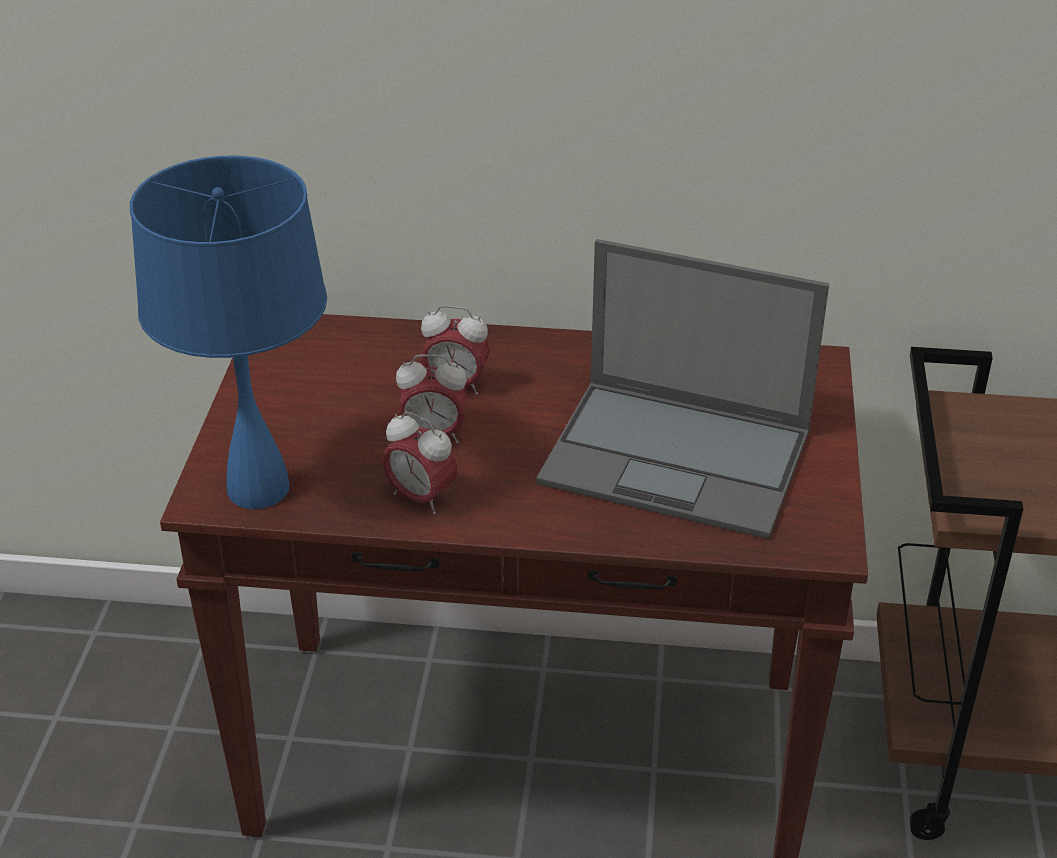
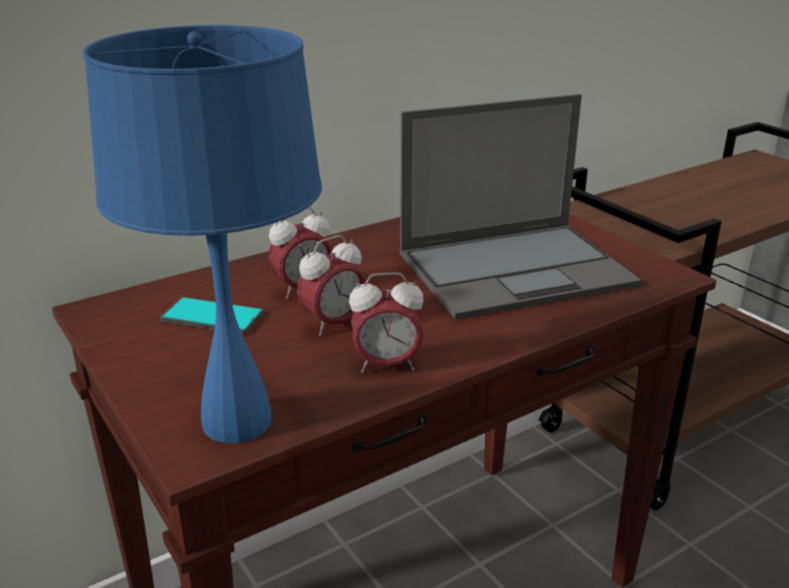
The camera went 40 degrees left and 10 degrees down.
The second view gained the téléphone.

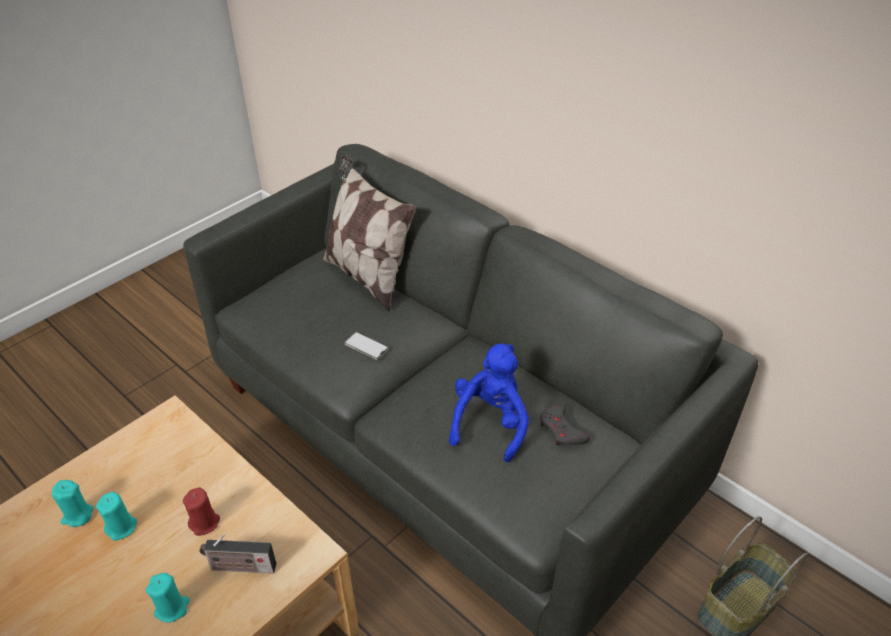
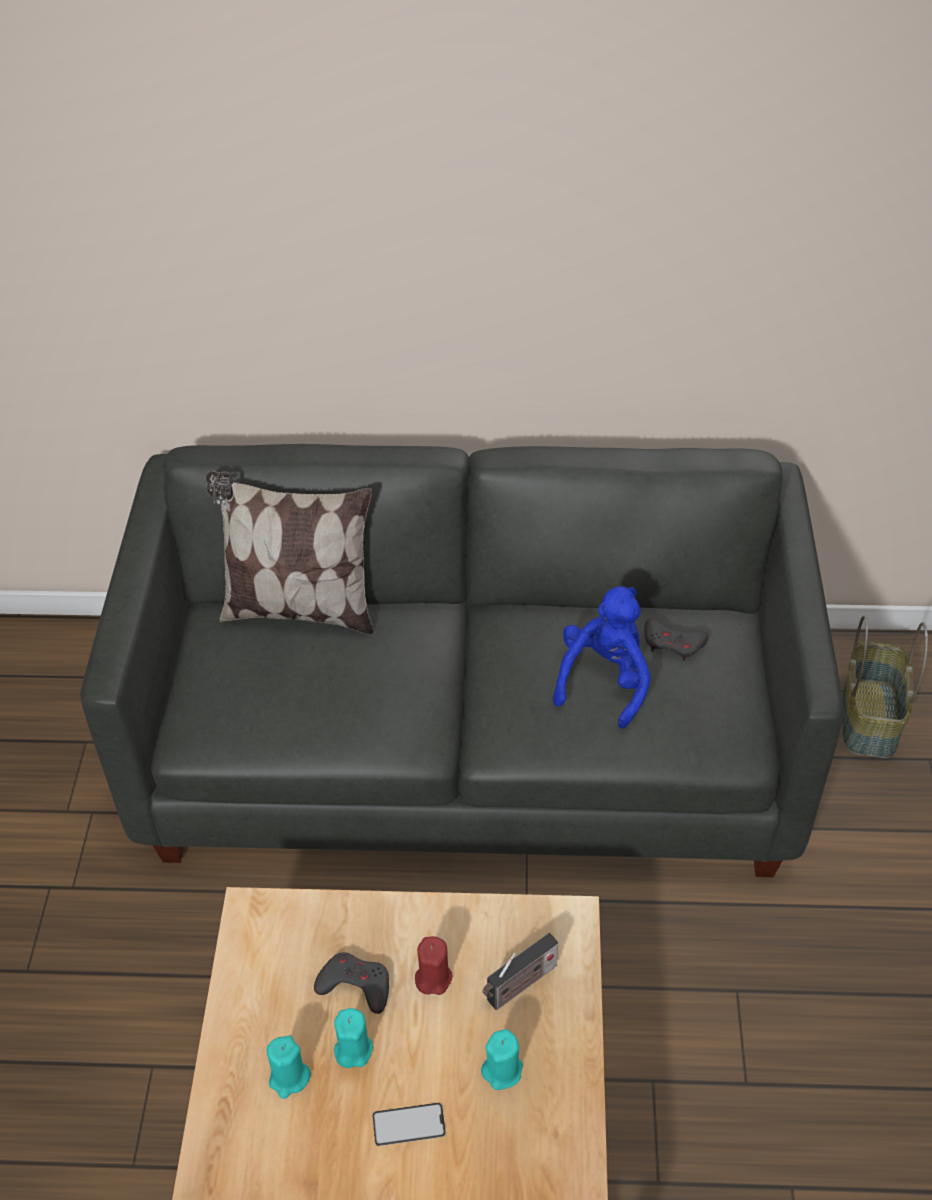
The camera went 40 degrees left and 5 degrees up.
The téléphone ended up elsewhere.
The peluche (bleu) ended up facing another way, 45 degrees clockwise from before.
The second view gained the manette (gris) (1st from left).

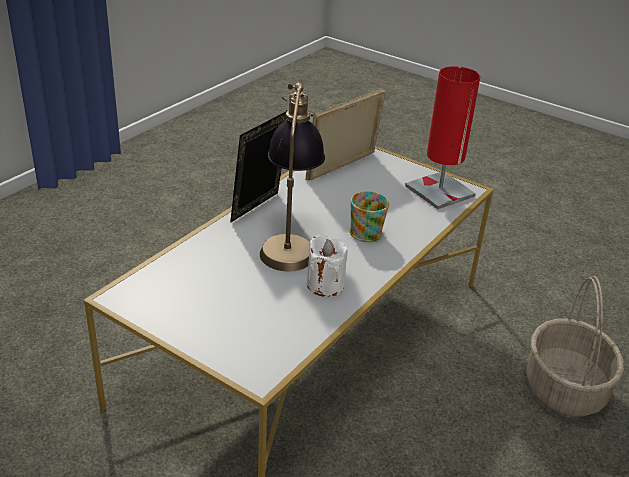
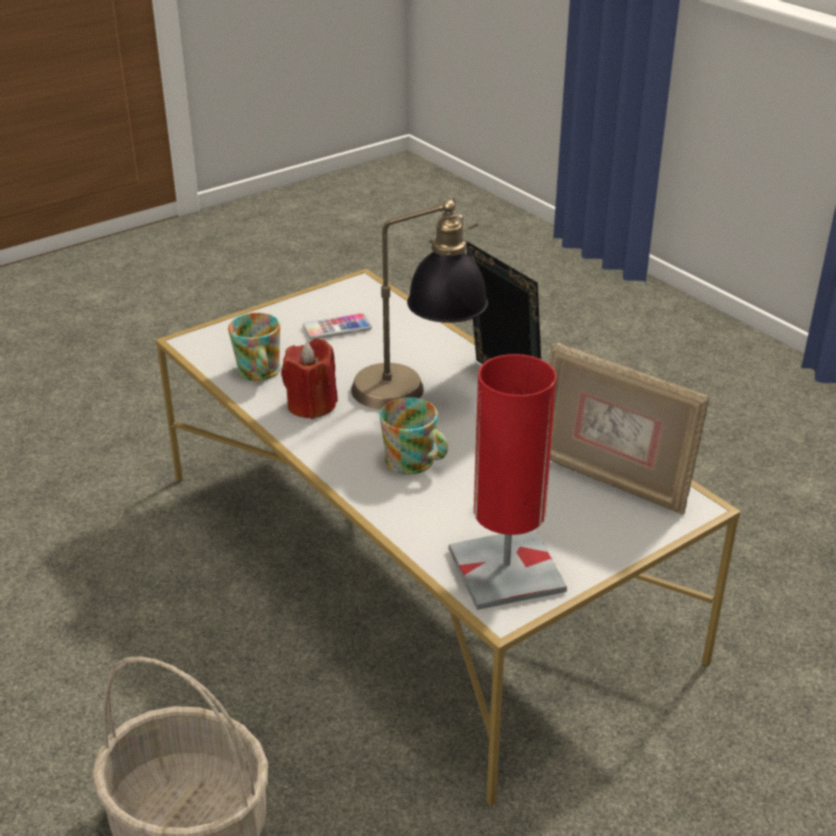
The camera went 110 degrees right and 0 degrees up.
The cadre photo (2nd from left) ended up facing another way, 150 degrees clockwise from before.
What was the bougie (blanc) turned into the bougie (rouge).
The second view gained the mug (1st from left).
The second view gained the téléphone.

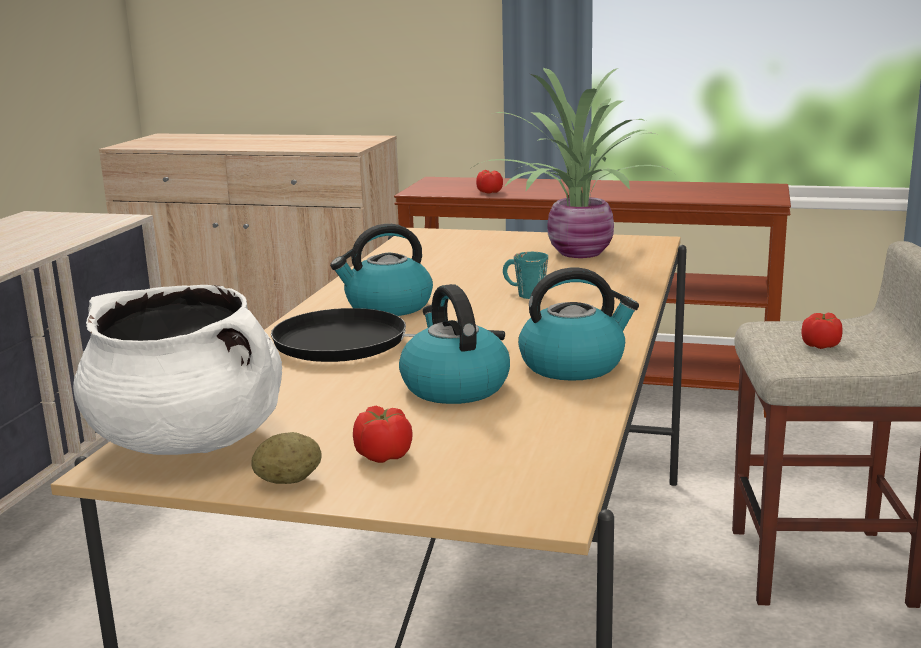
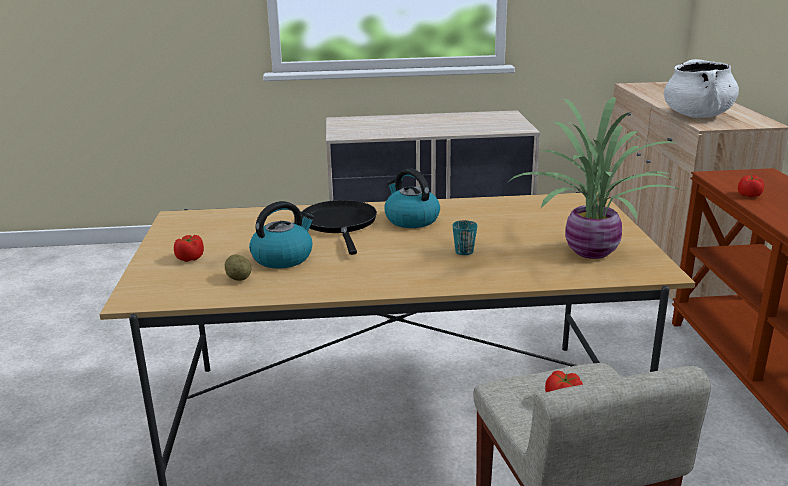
The camera went 70 degrees right and 5 degrees up.
The marmite (blanc) ended up elsewhere.
The pomme de terre ended up elsewhere.
The second view lost the bouilloire (3rd from left).

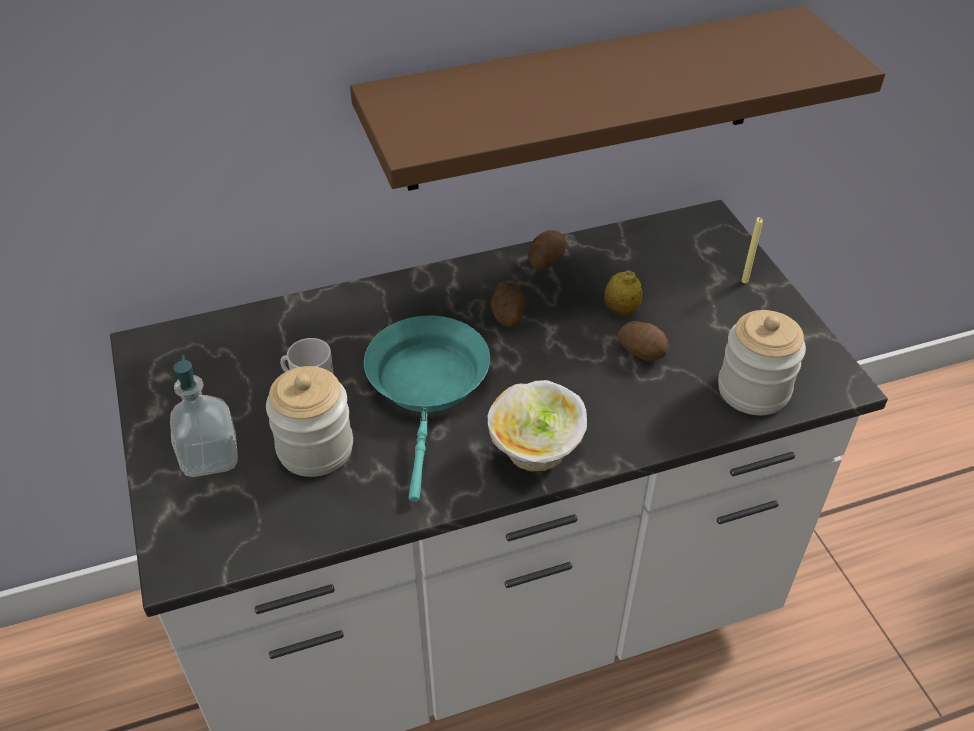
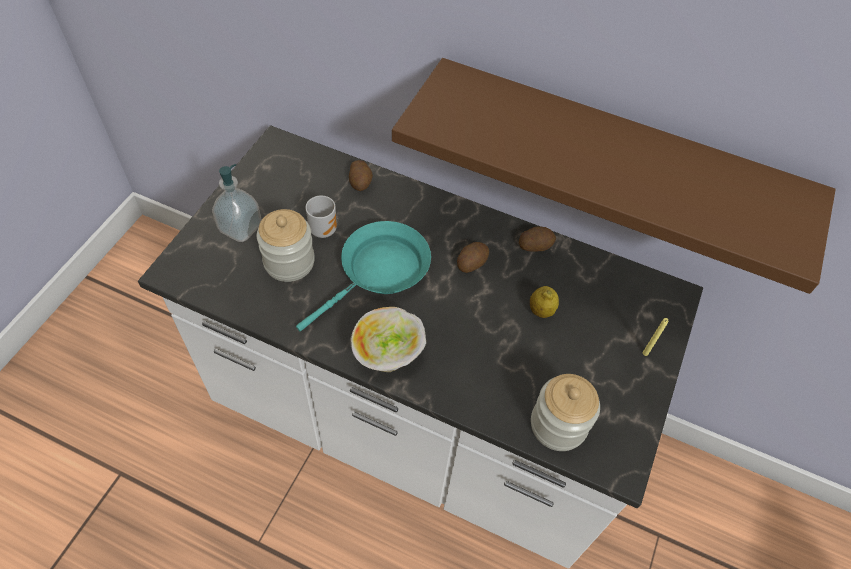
The camera went 40 degrees right and 10 degrees up.
The pomme de terre (3rd from left in the first image) ended up elsewhere.

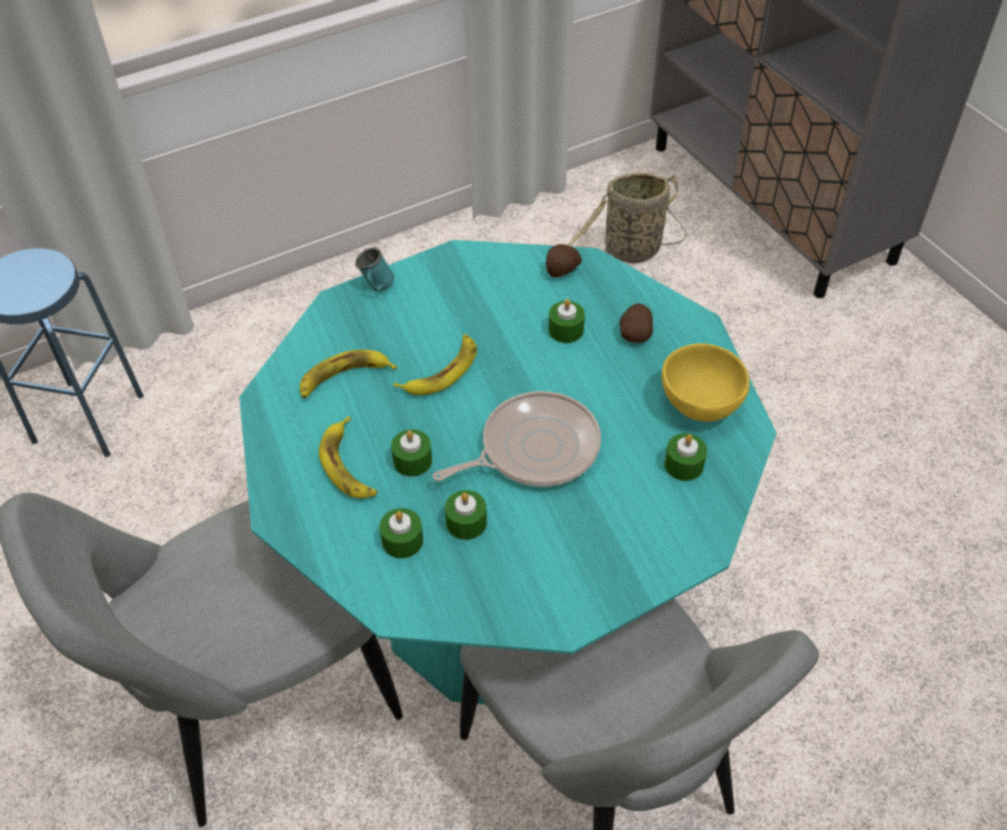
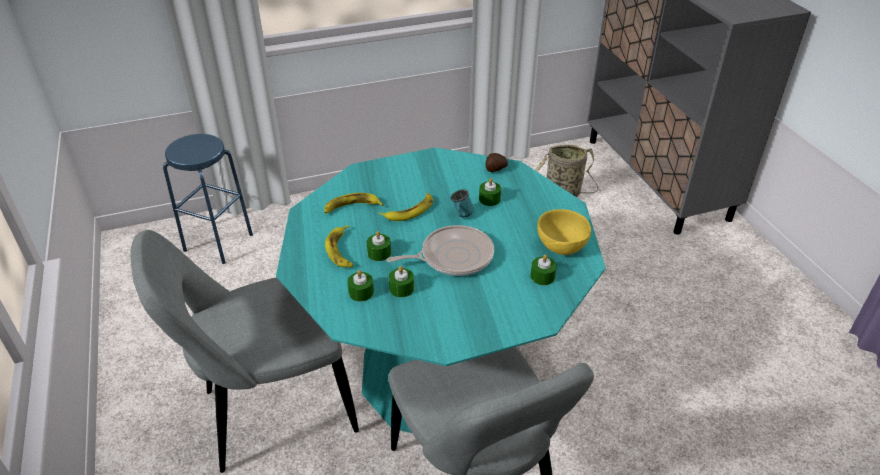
The camera went 10 degrees right and 10 degrees down.
The mug (turquoise) ended up elsewhere.
The second view lost the pomme de terre (2nd from left).

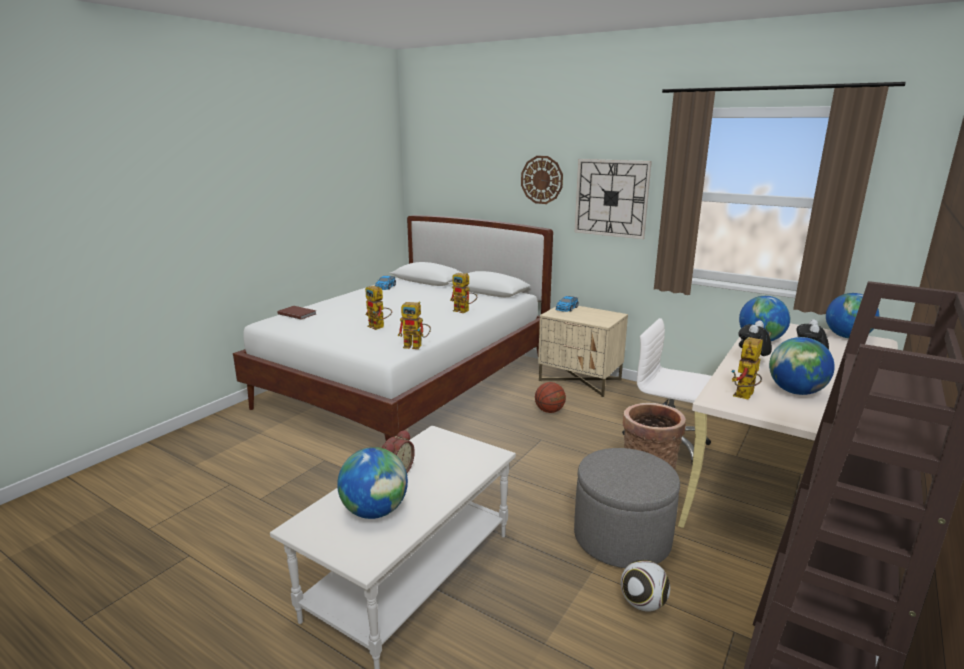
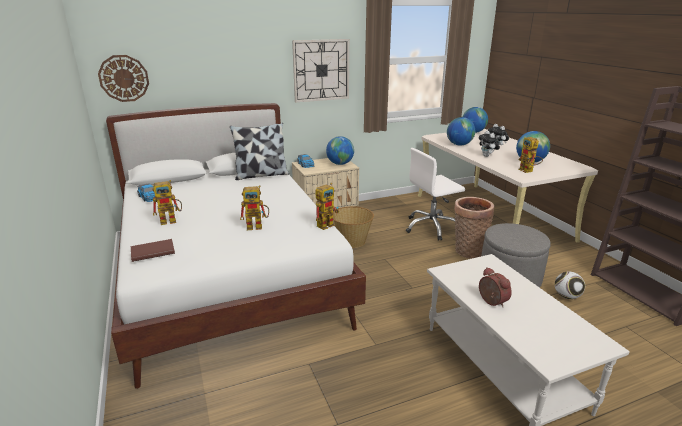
The camera went 55 degrees left and 5 degrees up.
The globe (1st from left) ended up elsewhere.
The robot jouet (3rd from left in the first image) ended up elsewhere.
The horloge murale (1st from left) ended up elsewhere.
Where the ballon de basket stood, the panier (1st from left) came to stand.
The second view gained the coussin.

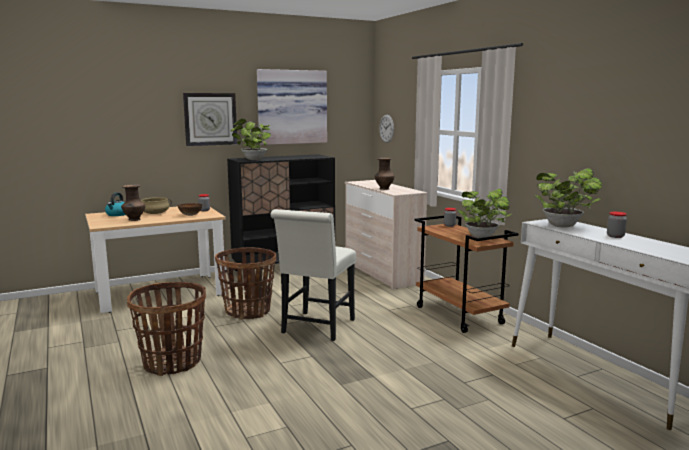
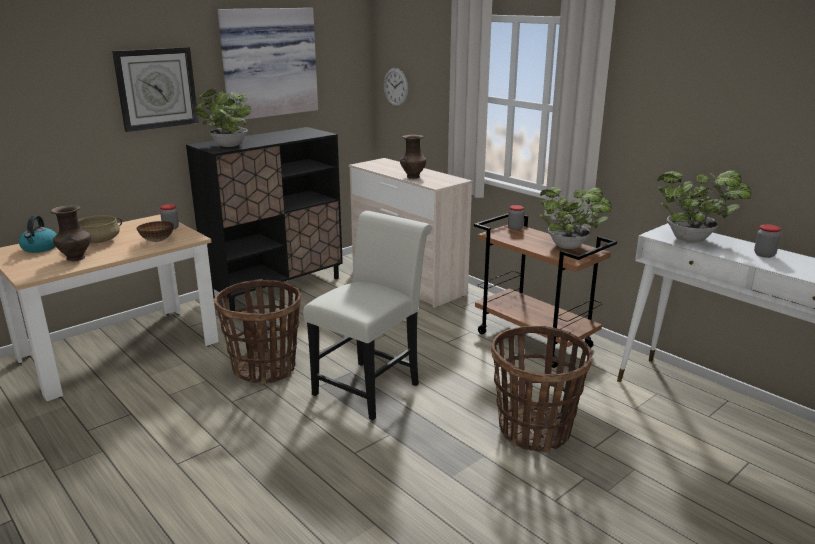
The camera went 15 degrees left and 10 degrees up.
The panier (1st from left in the first image) ended up elsewhere.
The chaise (blanc) ended up facing another way, 150 degrees counterclockwise from before.

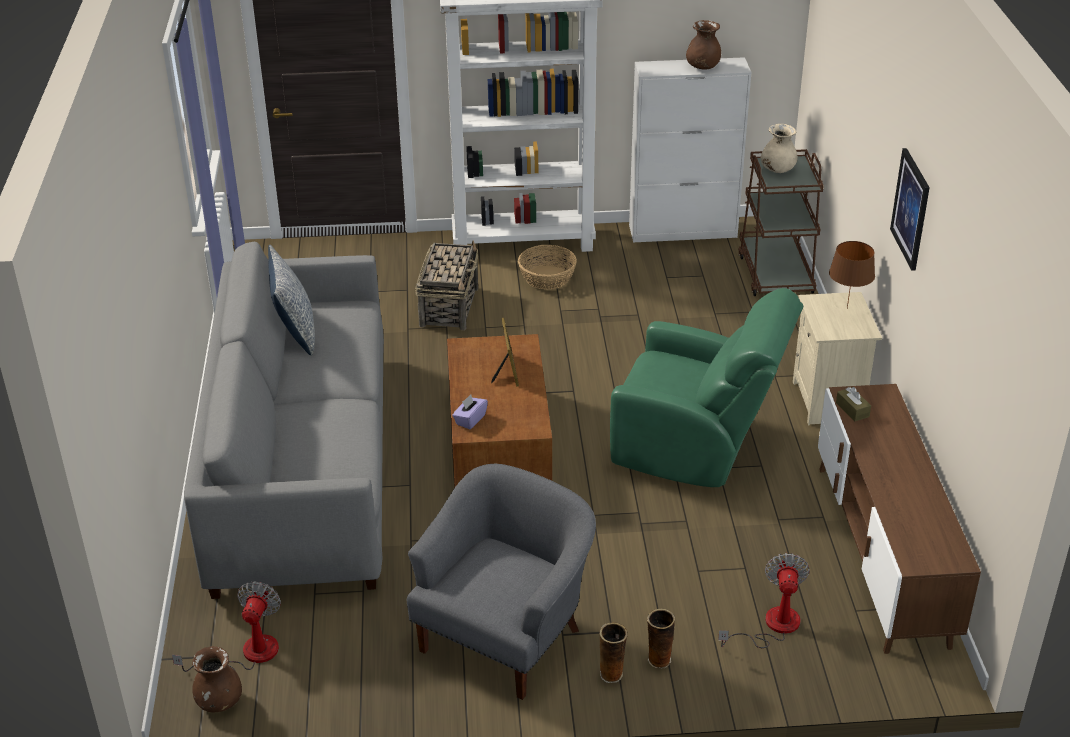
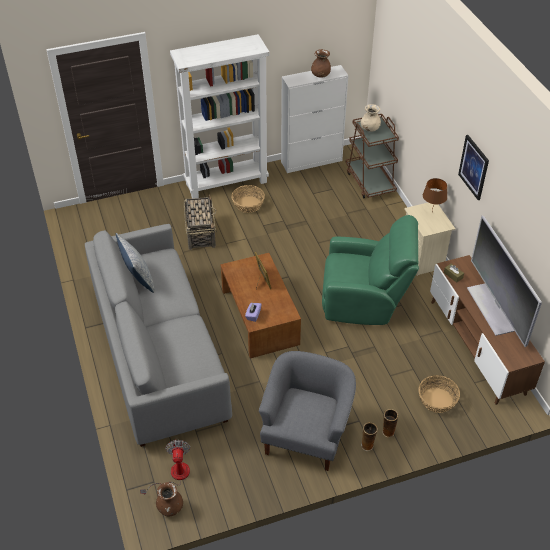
The camera went 15 degrees left and 10 degrees up.
Where the ventilateur (2nd from left) stood, the panier (3rd from left) came to stand.
The second view gained the téléviseur.

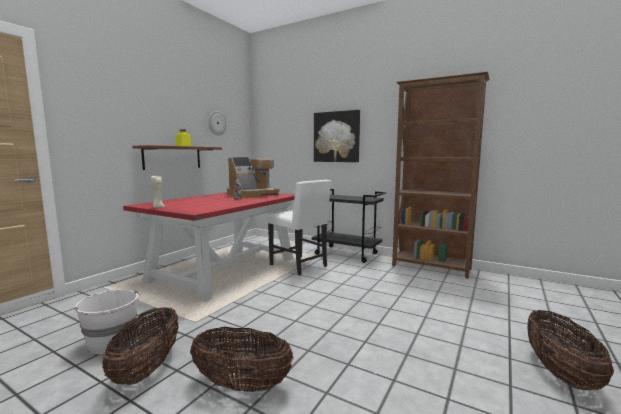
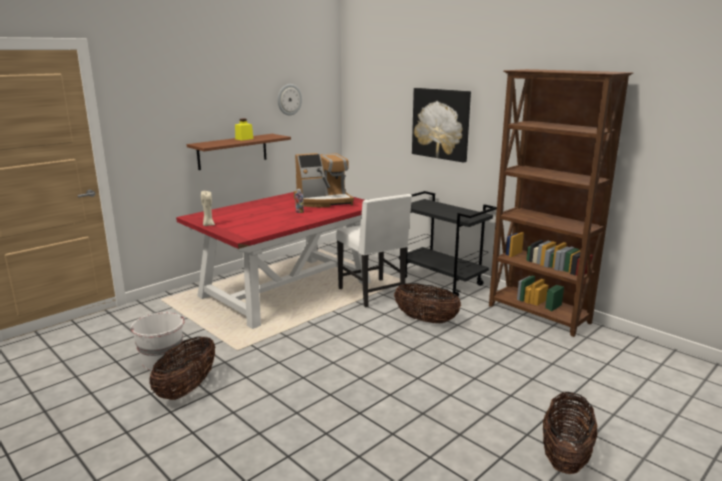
The camera went 15 degrees right and 10 degrees up.
The panier (2nd from left) ended up elsewhere.

